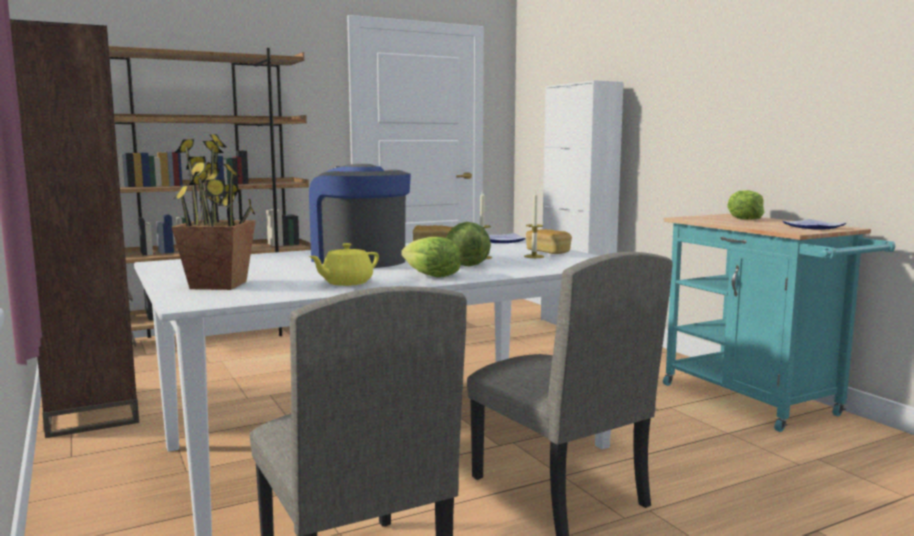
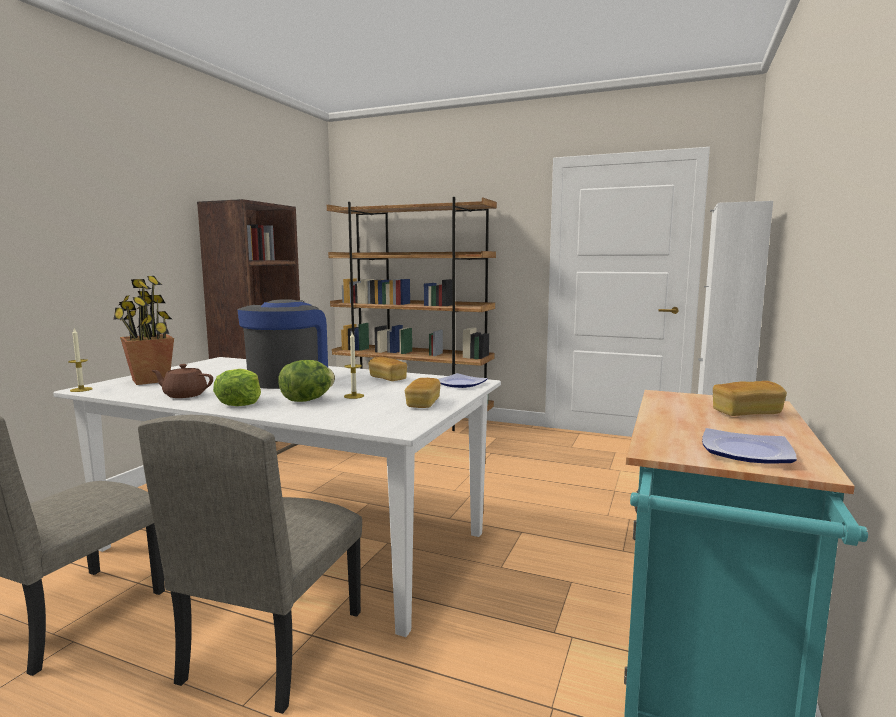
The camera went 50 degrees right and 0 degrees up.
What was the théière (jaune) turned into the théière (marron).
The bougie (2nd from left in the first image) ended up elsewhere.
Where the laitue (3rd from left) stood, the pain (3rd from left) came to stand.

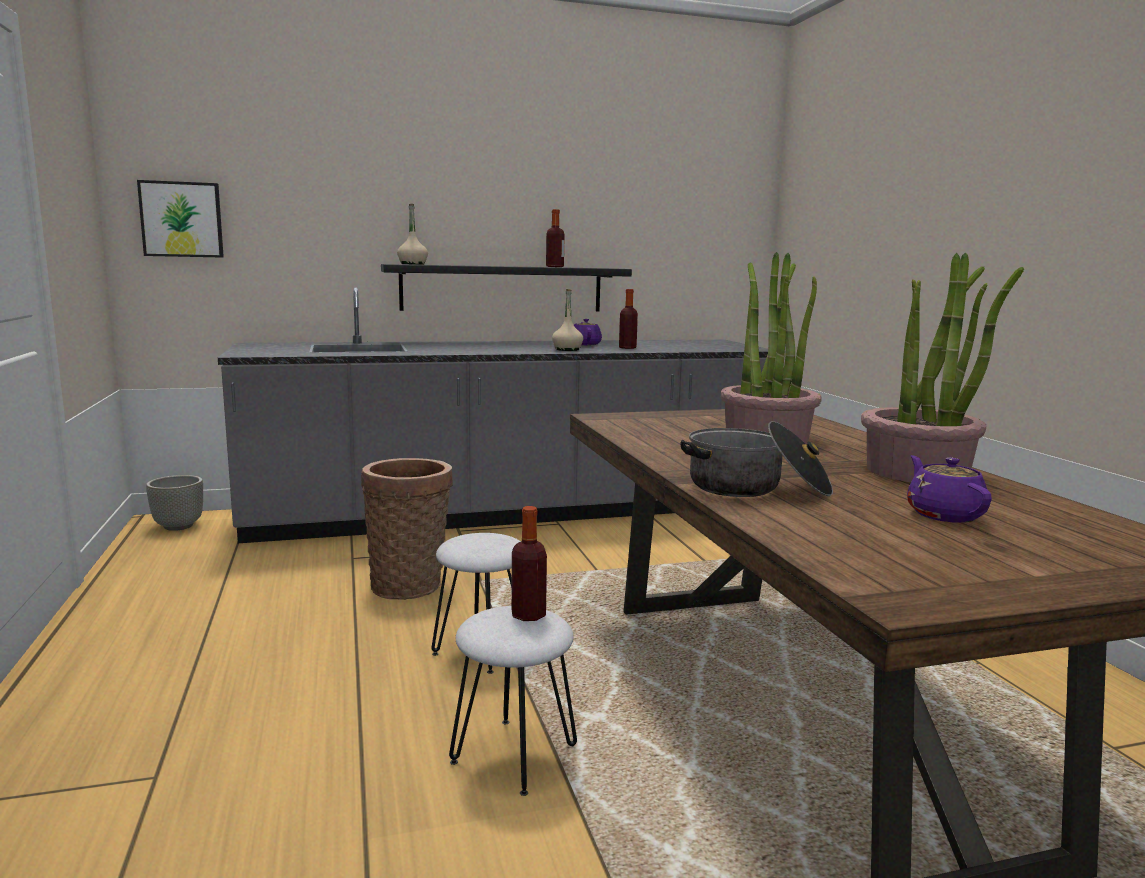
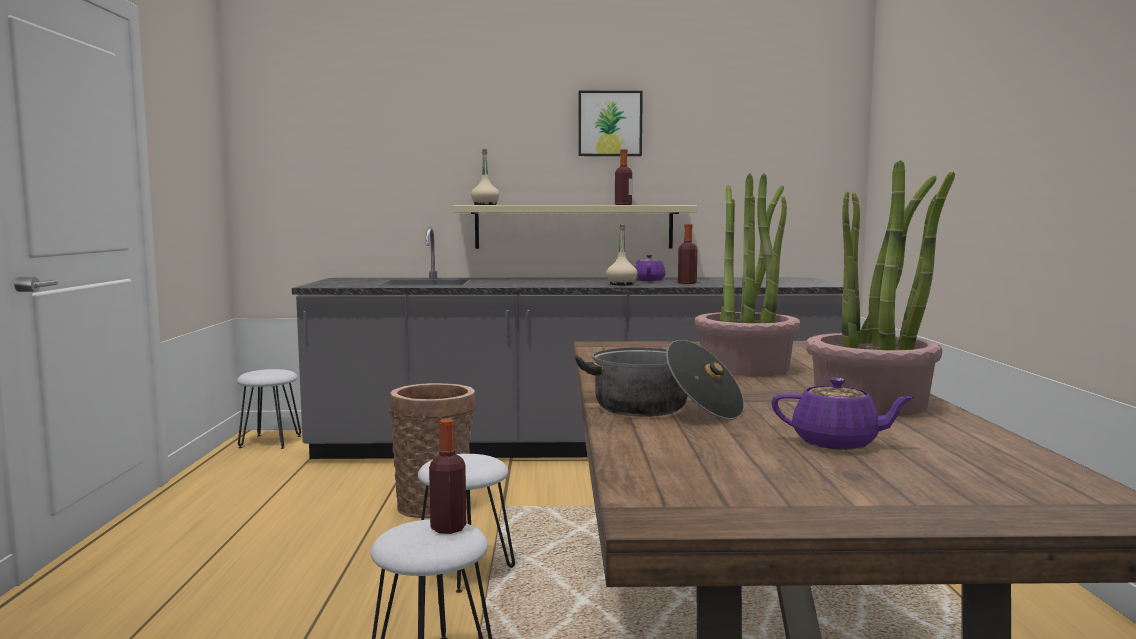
The camera went 15 degrees right and 5 degrees down.
The tableau ended up elsewhere.
Where the cache-pot (gris) stood, the tabouret (blanc) (1st from left) came to stand.
What was the étagère (noir) turned into the étagère (beige).
The théière (violet) (2nd from left) ended up facing another way, 105 degrees clockwise from before.

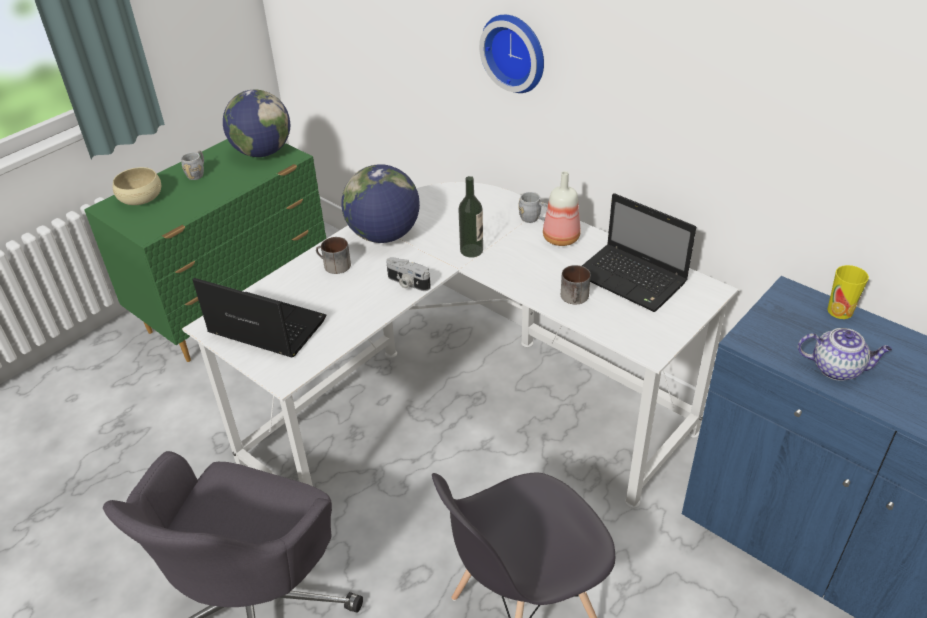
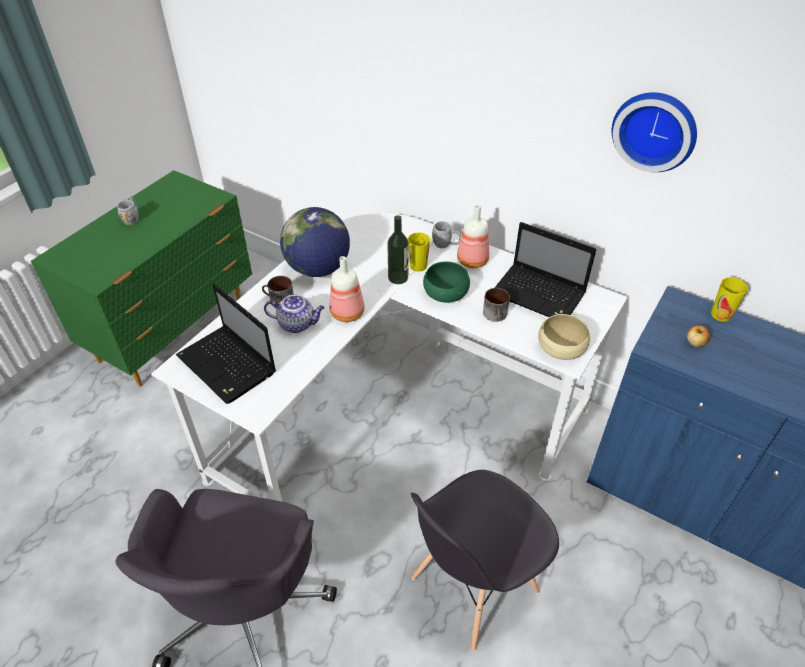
The camera went 10 degrees left and 5 degrees up.
The bol (beige) ended up elsewhere.
The ordinateur portable (1st from left) ended up facing another way, 150 degrees counterclockwise from before.
The second view lost the globe (1st from left).
Where the appareil photo stood, the bouteille (1st from left) came to stand.
The horloge murale ended up elsewhere.
The théière ended up elsewhere.
The second view gained the tasse (1st from left).
The second view gained the bol (vert).
The second view gained the pomme.

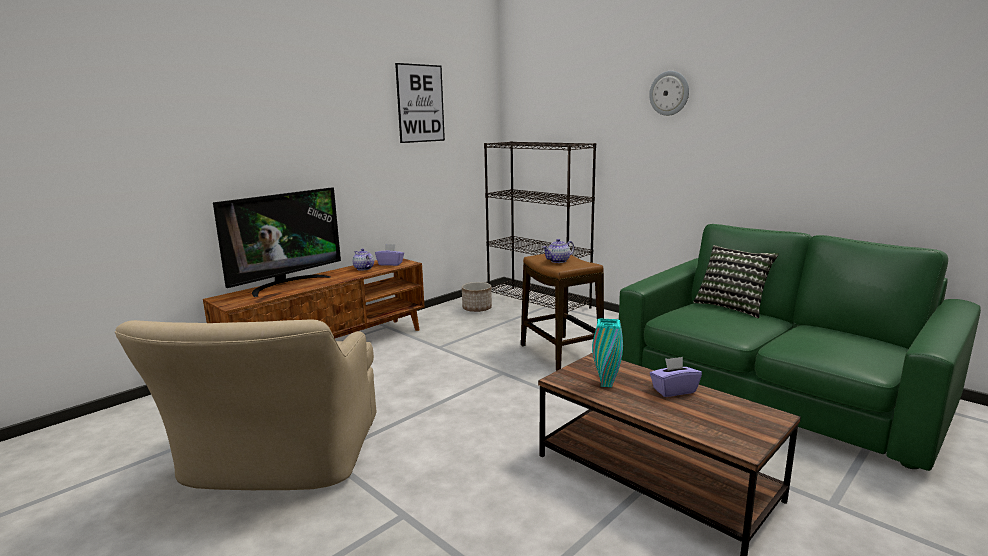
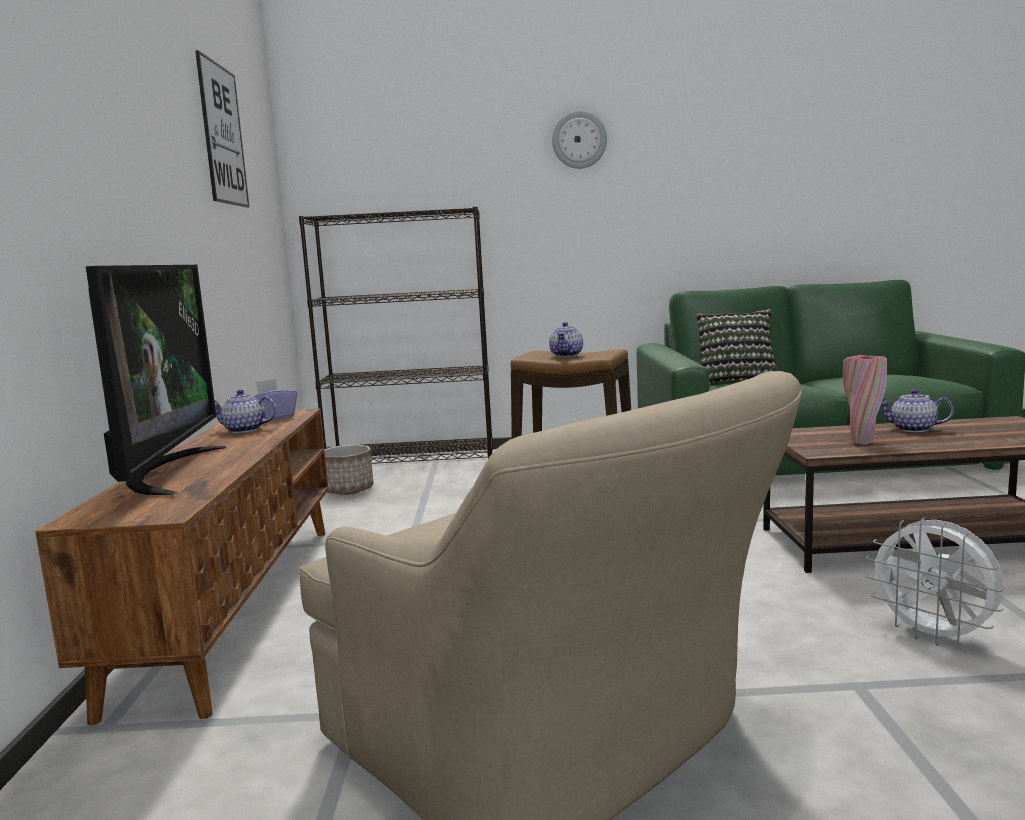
The camera went 45 degrees left and 5 degrees down.
What was the vase (turquoise) turned into the vase (rose).
Where the boîte à mouchoirs (violet) (2nd from left) stood, the théière (3rd from left) came to stand.
The second view gained the ventilateur (blanc).

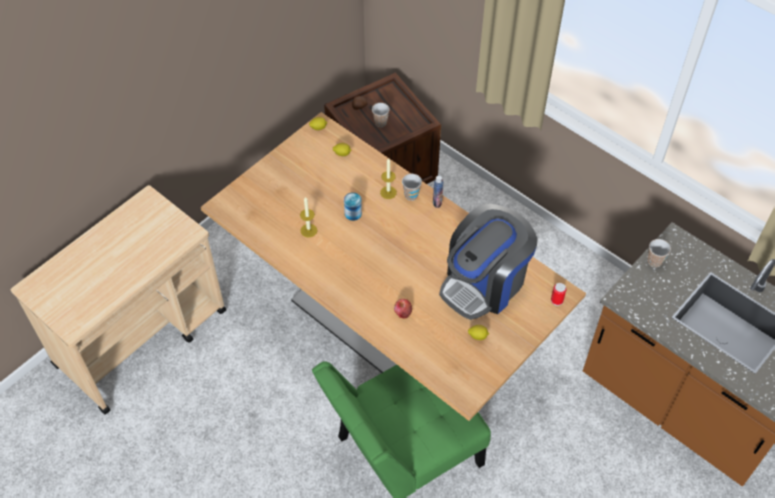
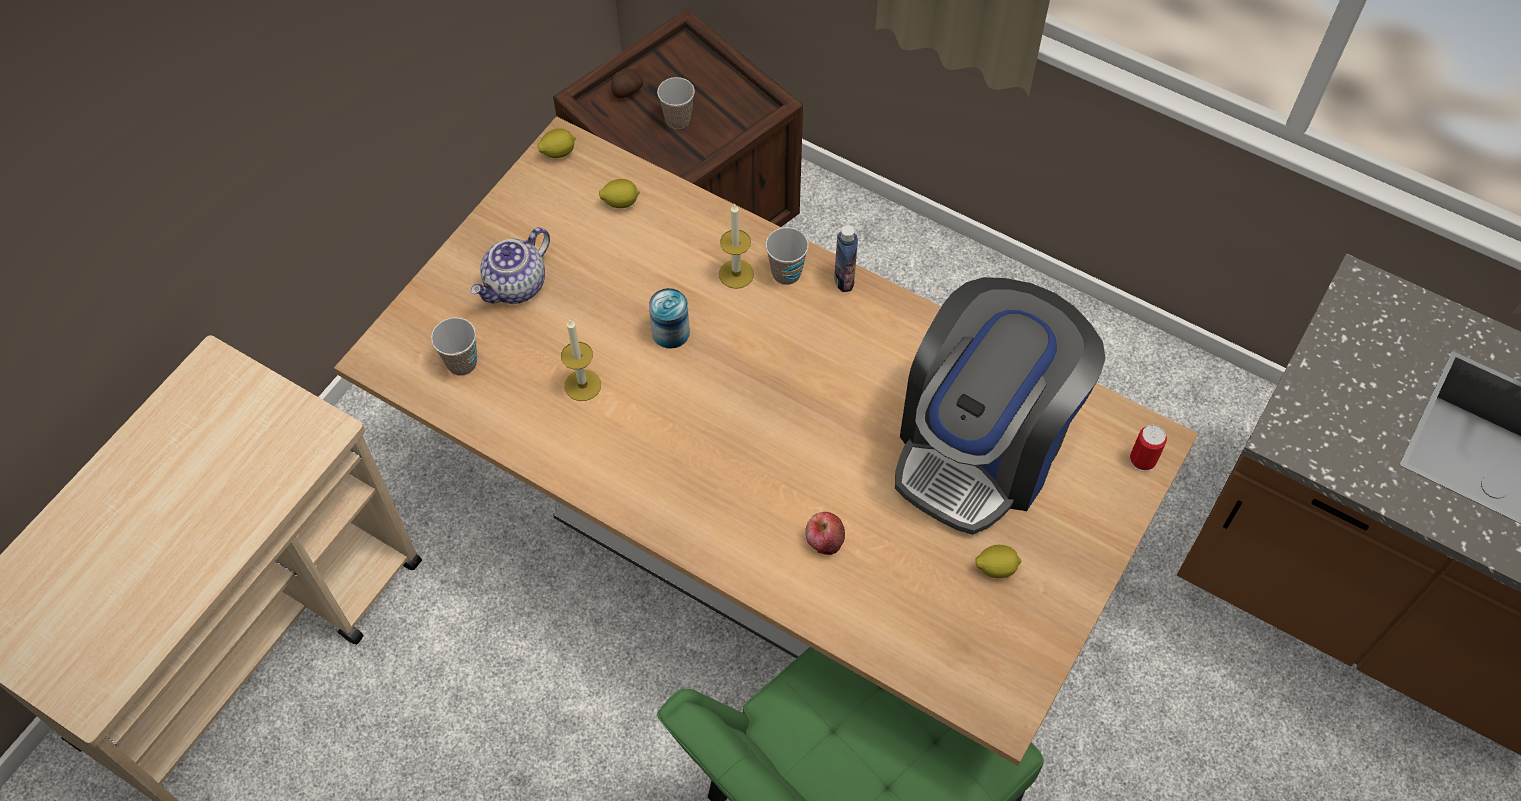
The camera went 10 degrees left and 5 degrees up.
The tasse (3rd from left in the first image) ended up elsewhere.
The second view gained the théière.

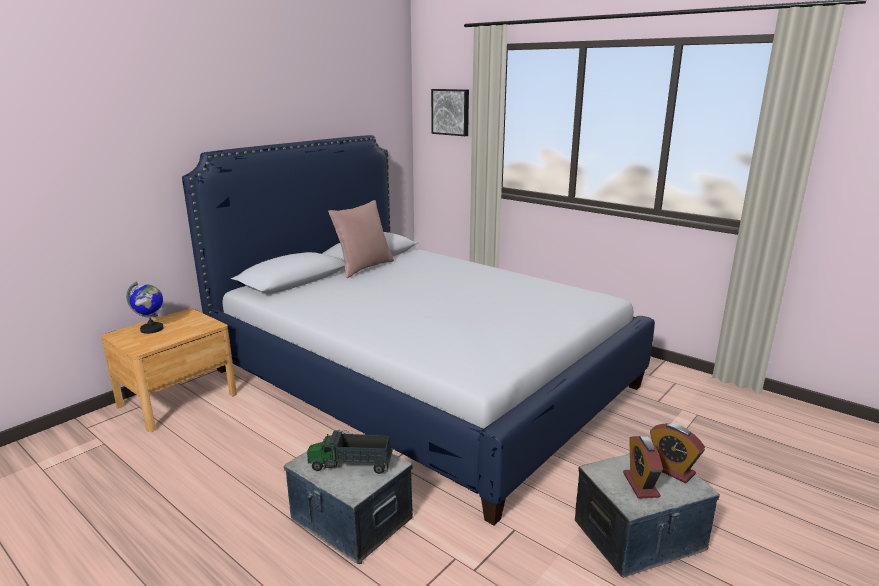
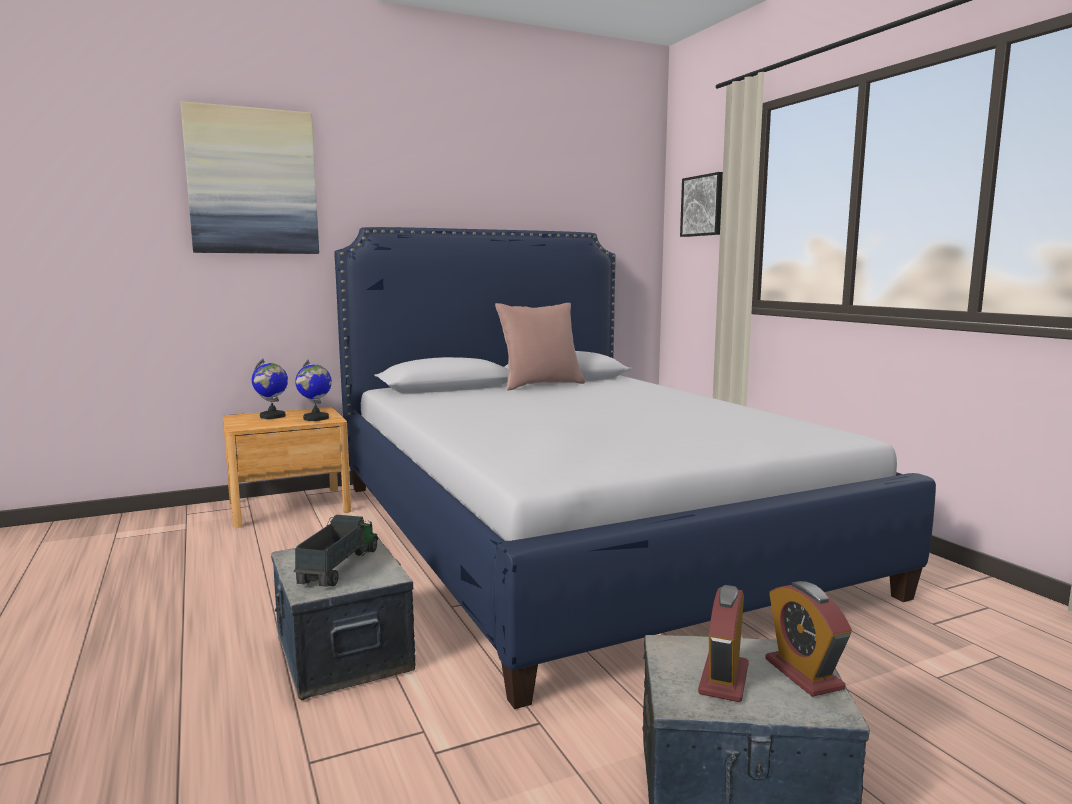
The camera went 25 degrees right and 10 degrees down.
The camion jouet ended up facing another way, 75 degrees clockwise from before.
The second view gained the tableau (1st from left).
The second view gained the globe (2nd from left).

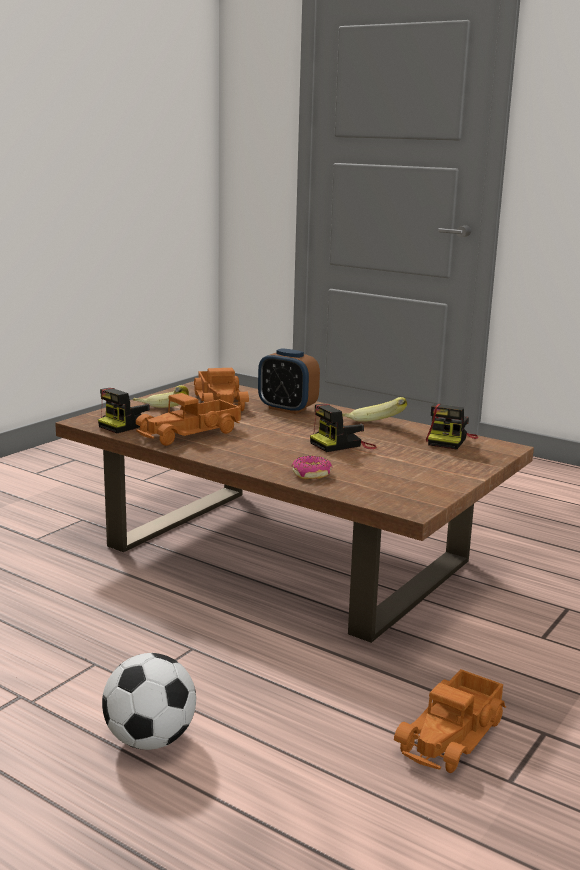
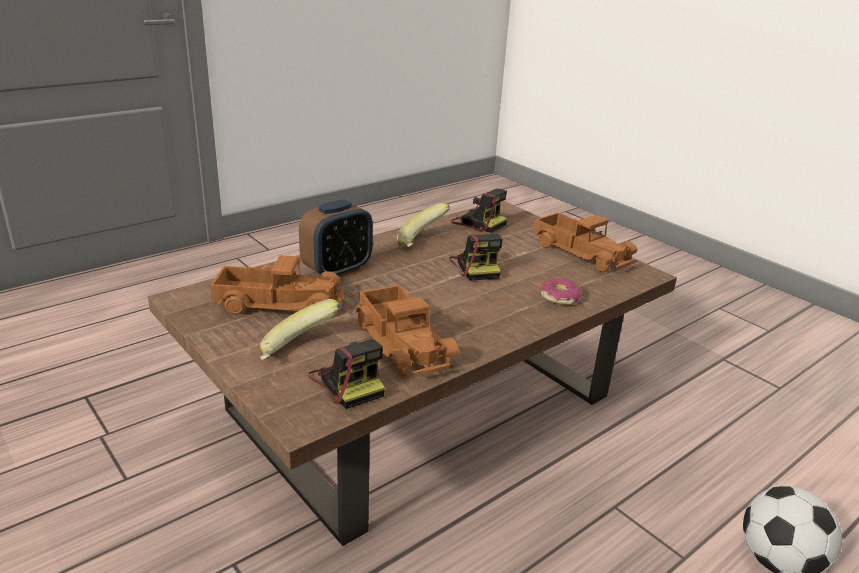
The camera went 75 degrees left and 10 degrees up.
The camion jouet (3rd from left) ended up elsewhere.

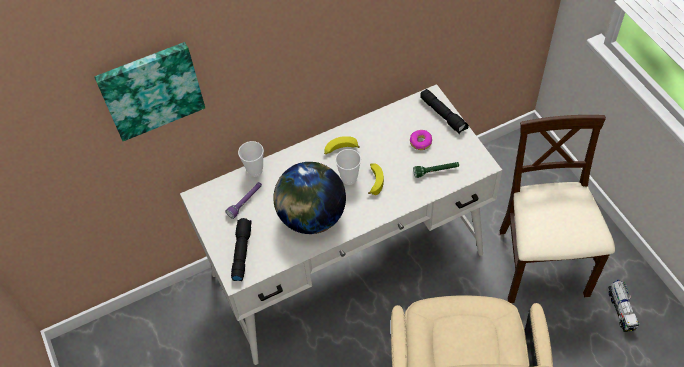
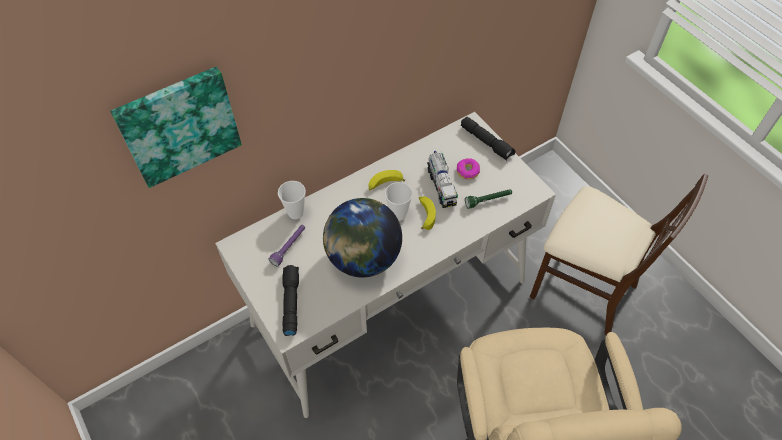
The camera went 10 degrees left and 0 degrees up.
The chaise (beige) ended up facing another way, 135 degrees clockwise from before.
The camion jouet ended up elsewhere.

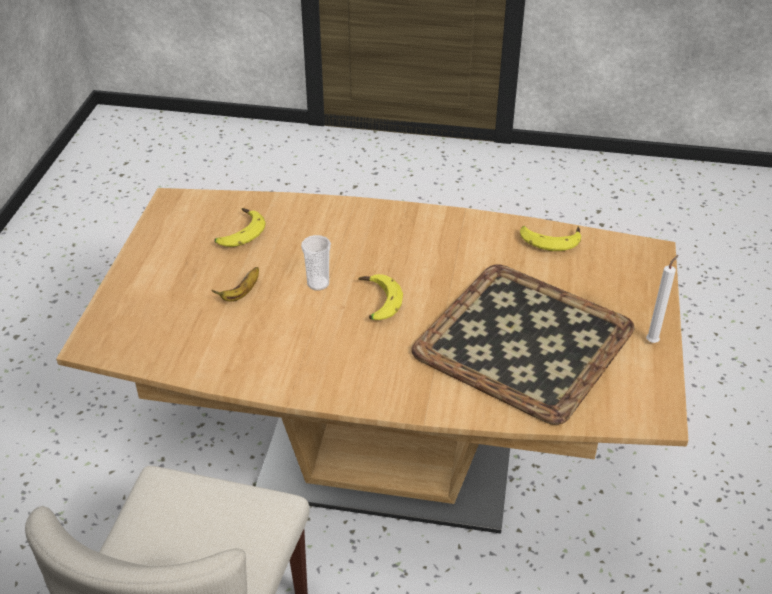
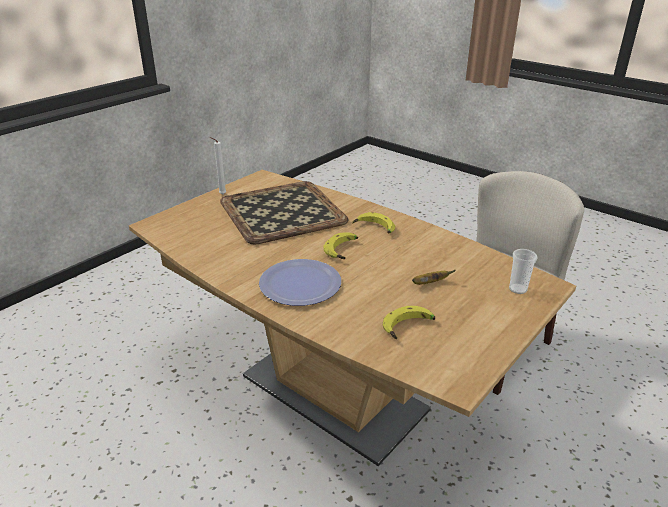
The camera went 150 degrees left and 10 degrees down.
The tasse ended up elsewhere.
The banane (4th from left in the first image) ended up elsewhere.
The second view gained the assiette.

